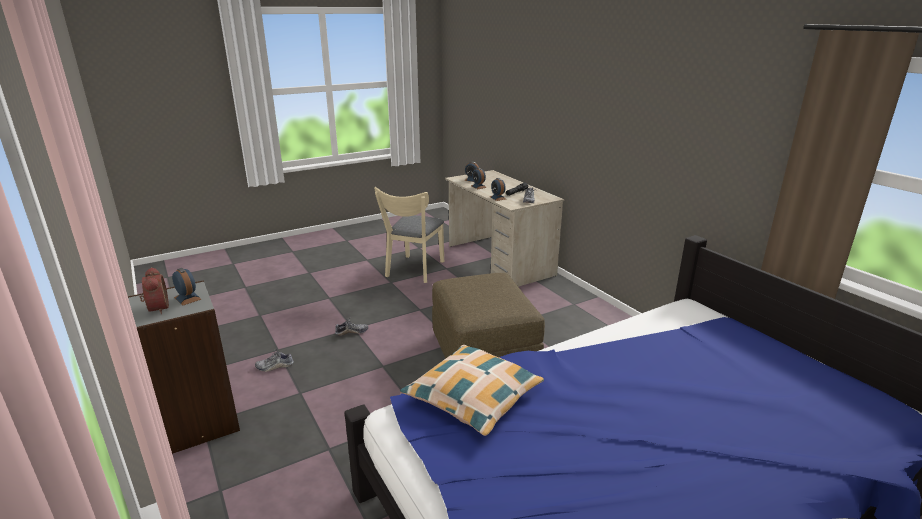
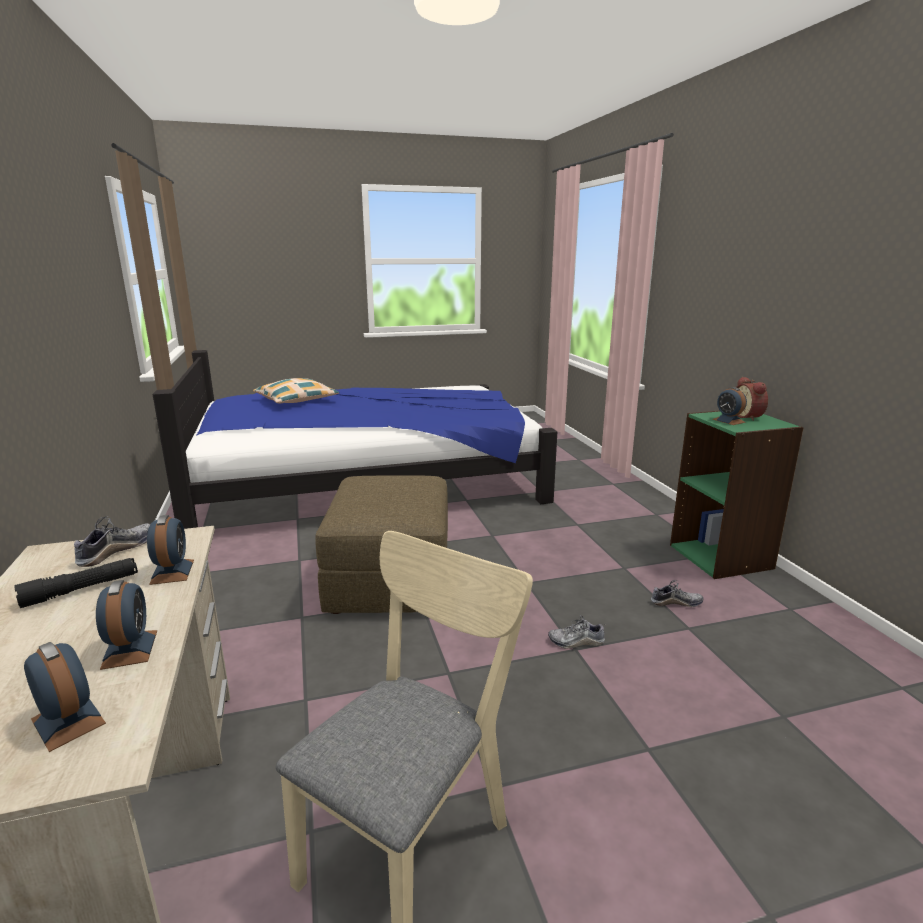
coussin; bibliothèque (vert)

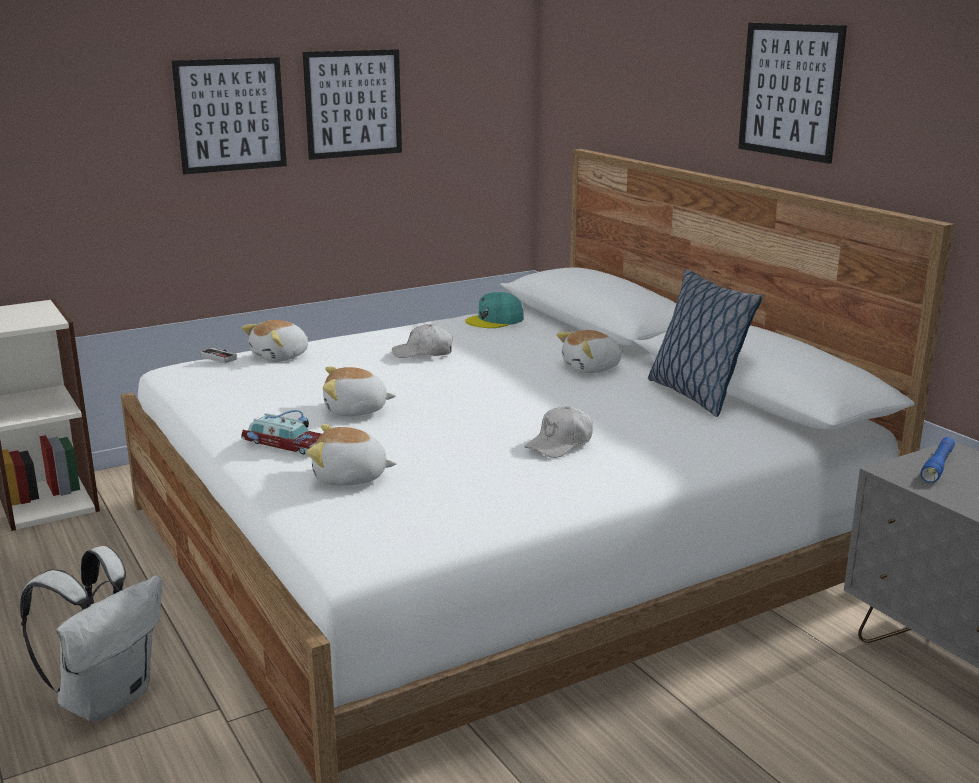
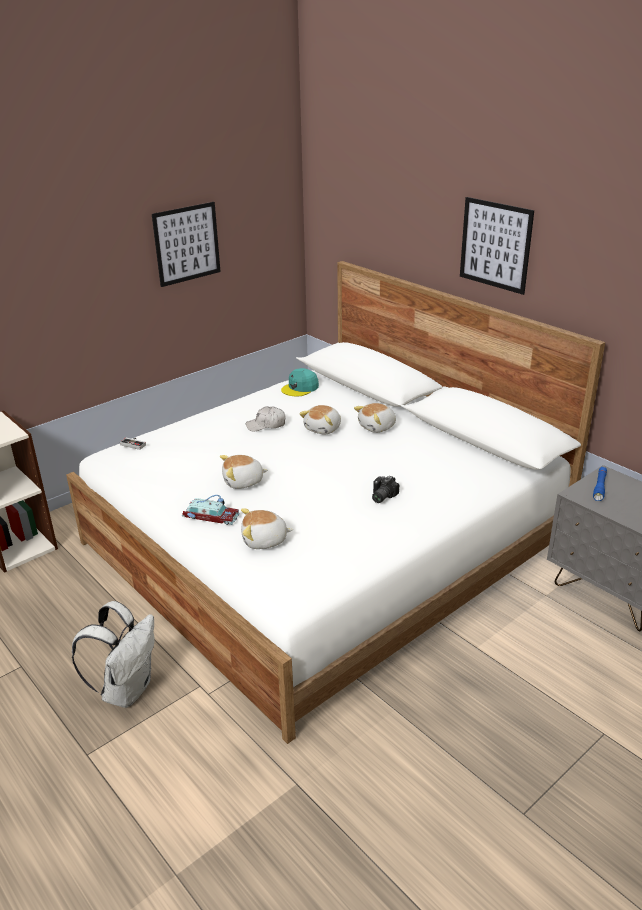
tableau (no. 1 from left in the first image); coussin; peluche (no. 3 from left); appareil photo

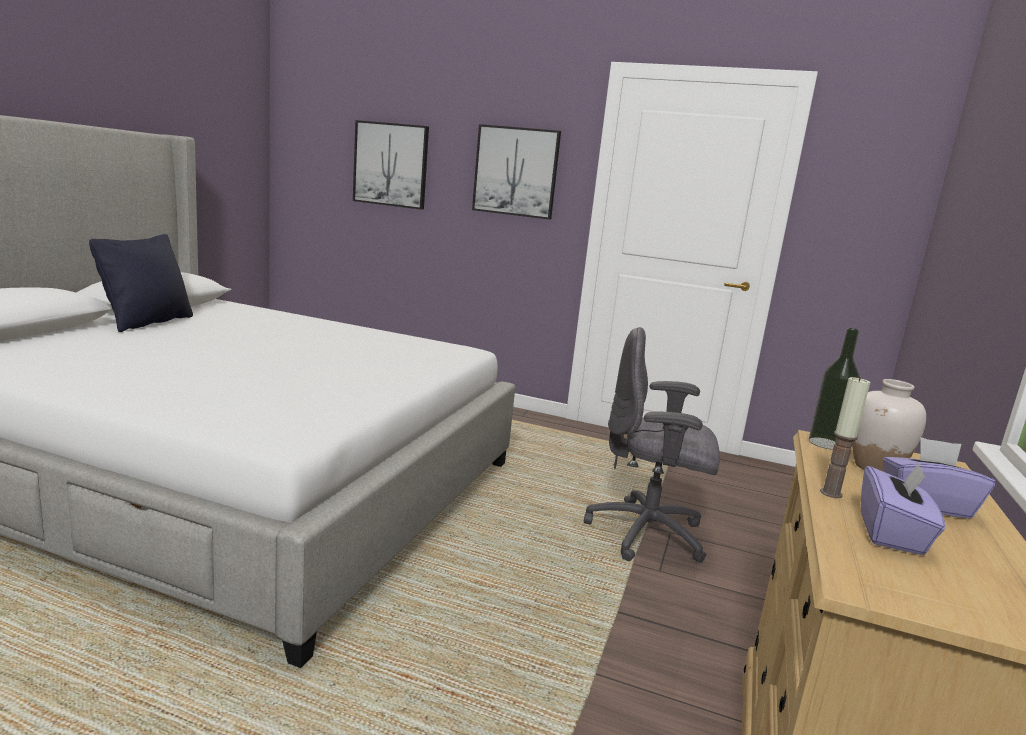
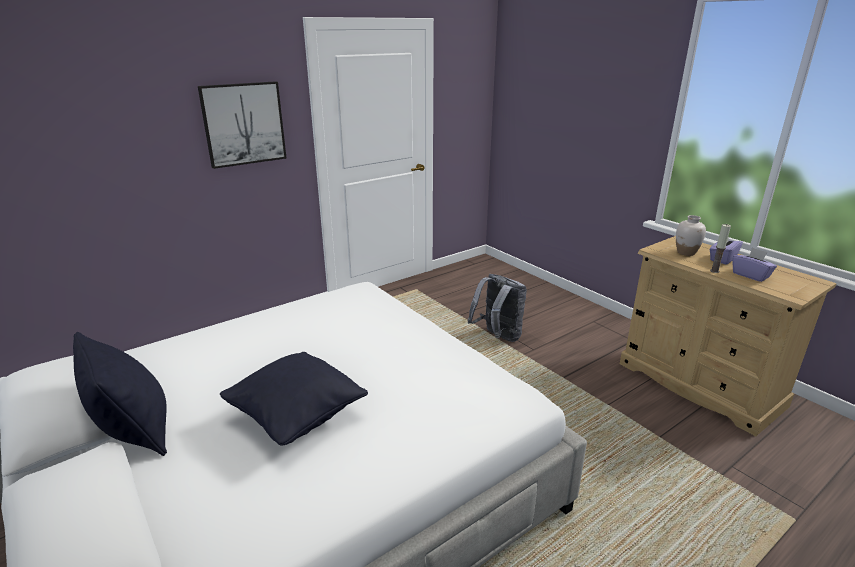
tableau (no. 1 from left in the first image); bouteille; coussin (noir) (no. 2 from left); sac à dos (gris)

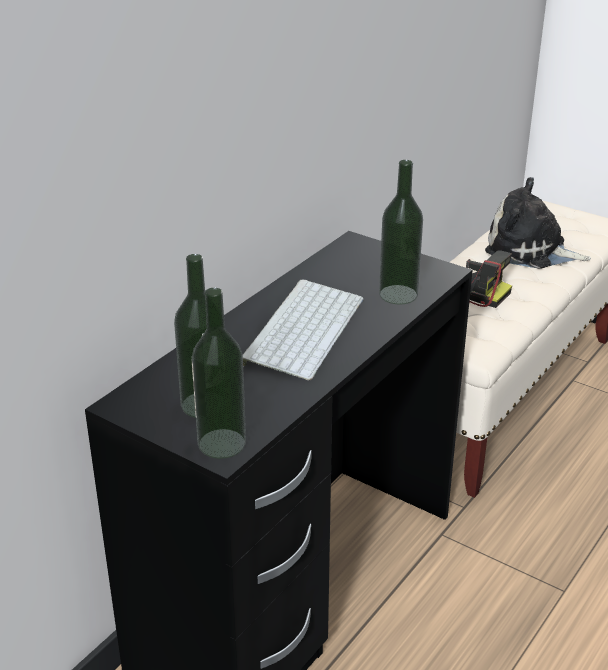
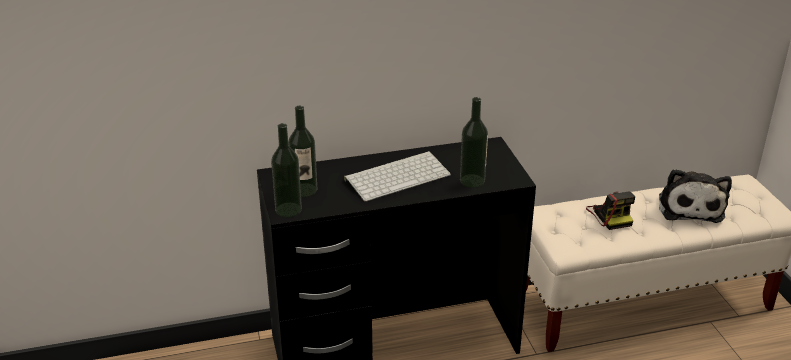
peluche

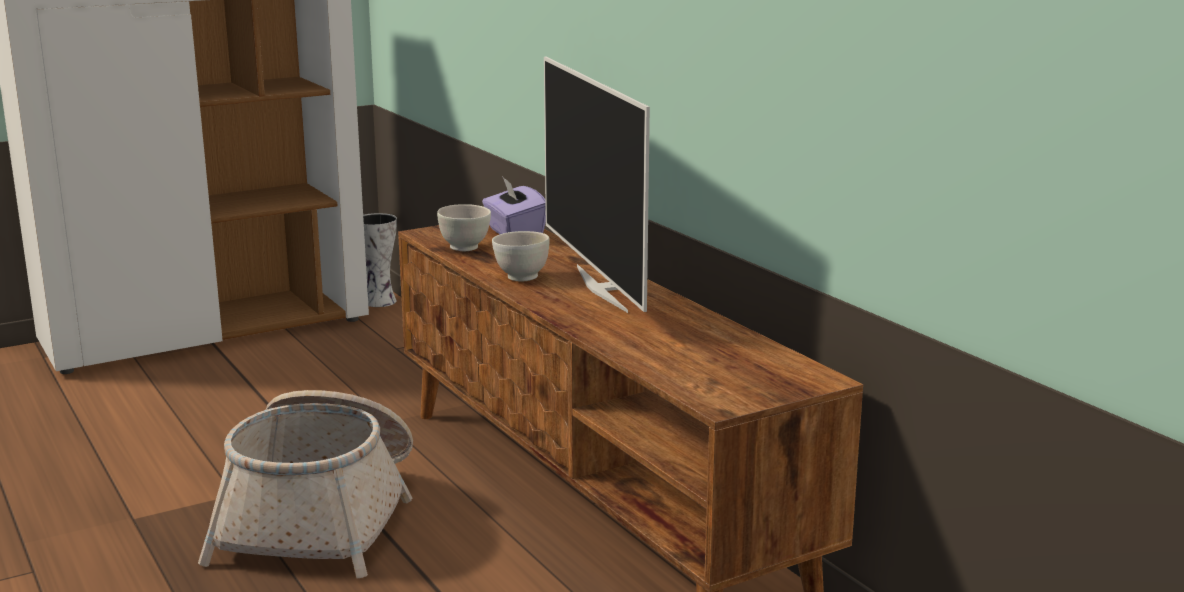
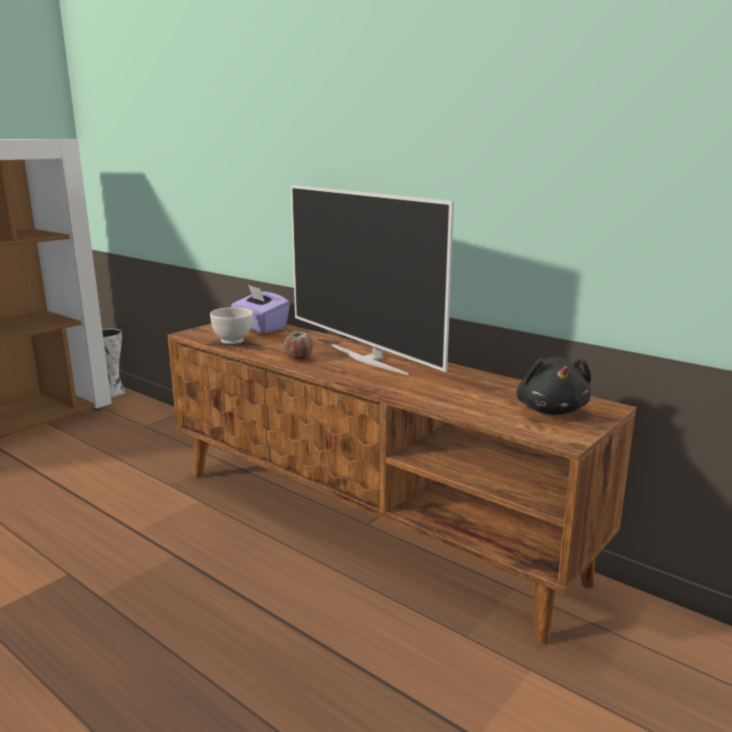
panier; peluche (noir); pomme

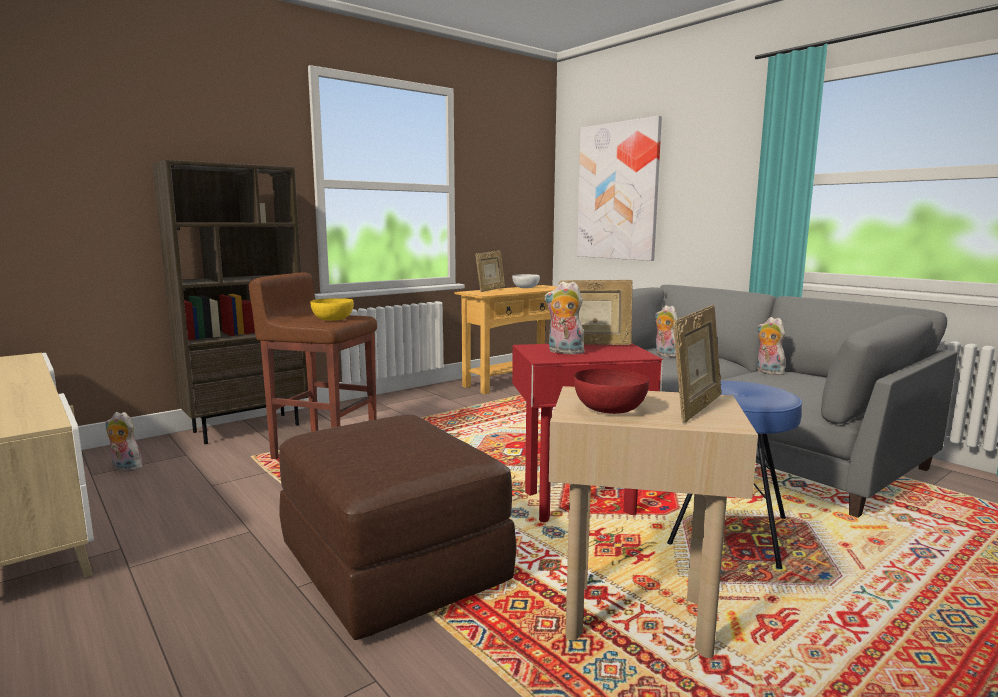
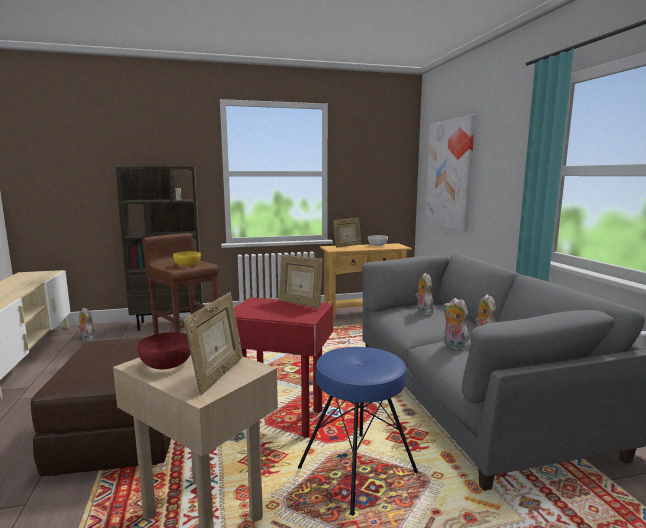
peluche (no. 3 from left); cadre photo (no. 1 from left)

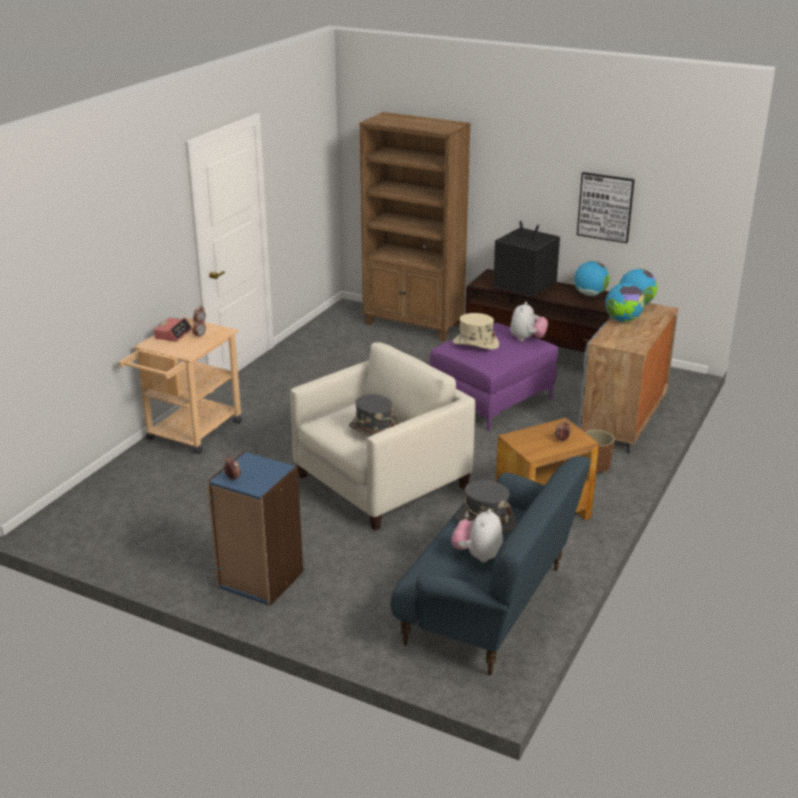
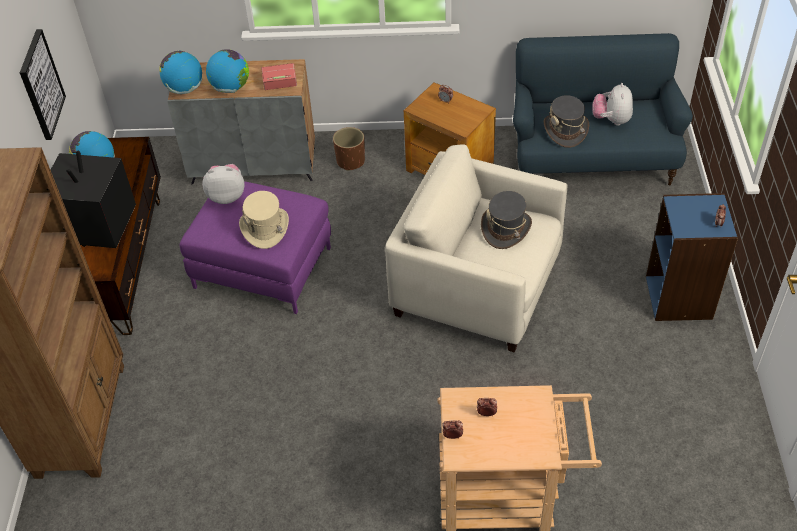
réveil (no. 1 from left); peluche (no. 2 from left)

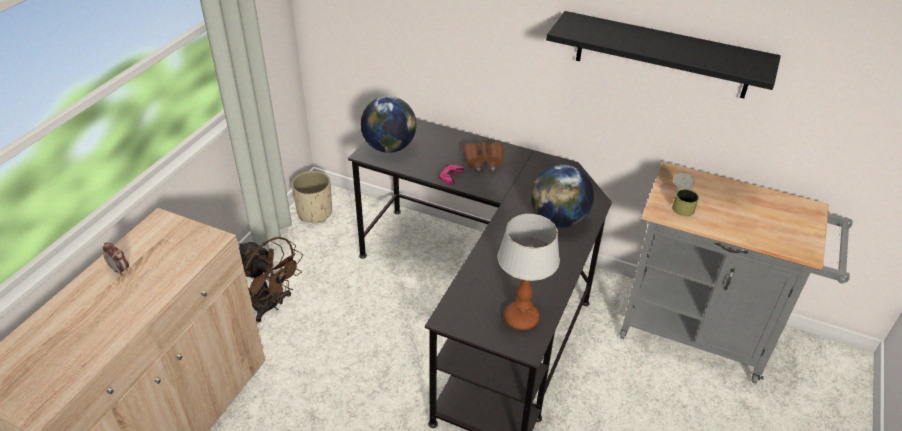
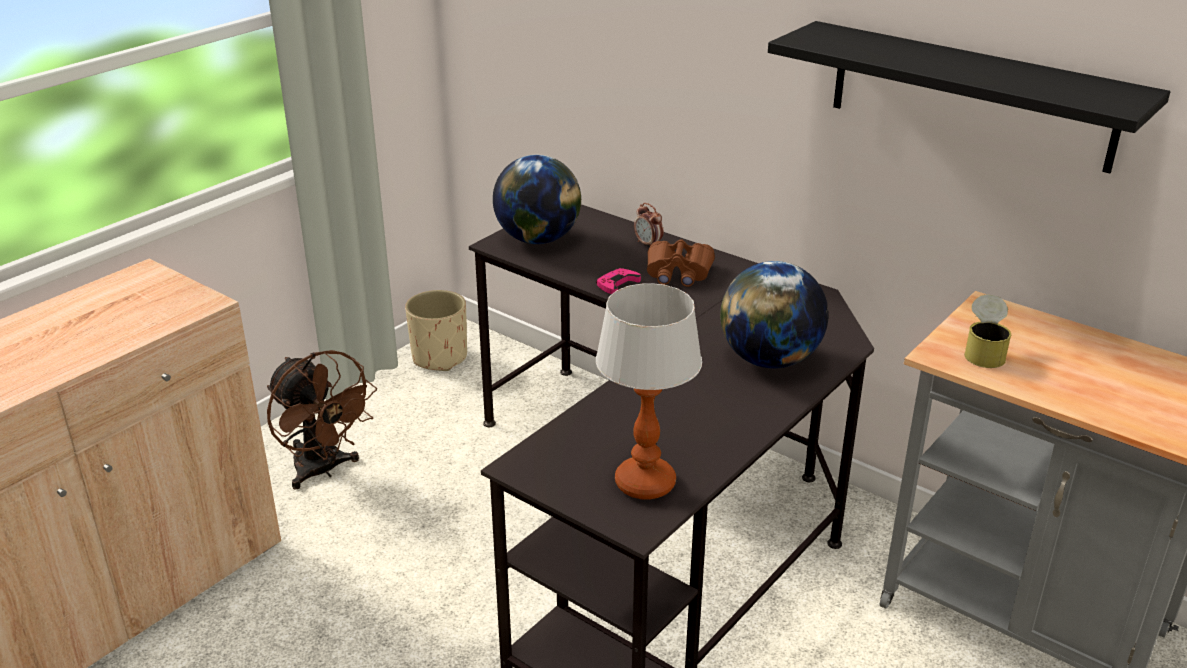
réveil

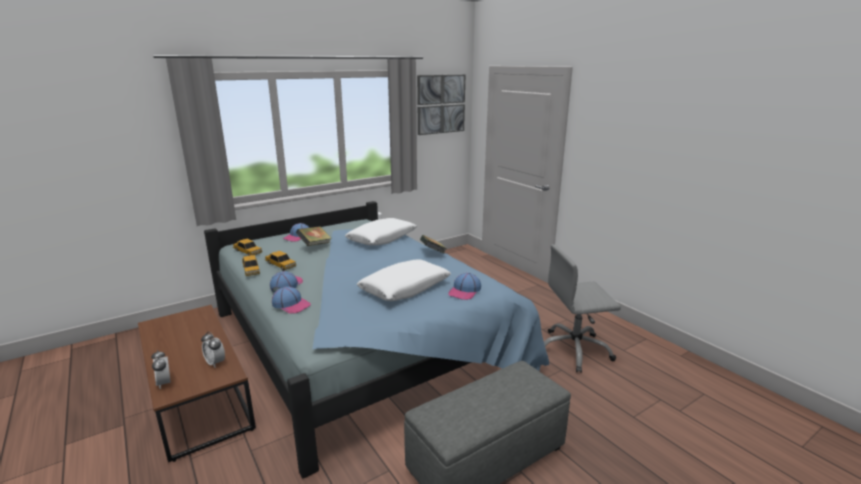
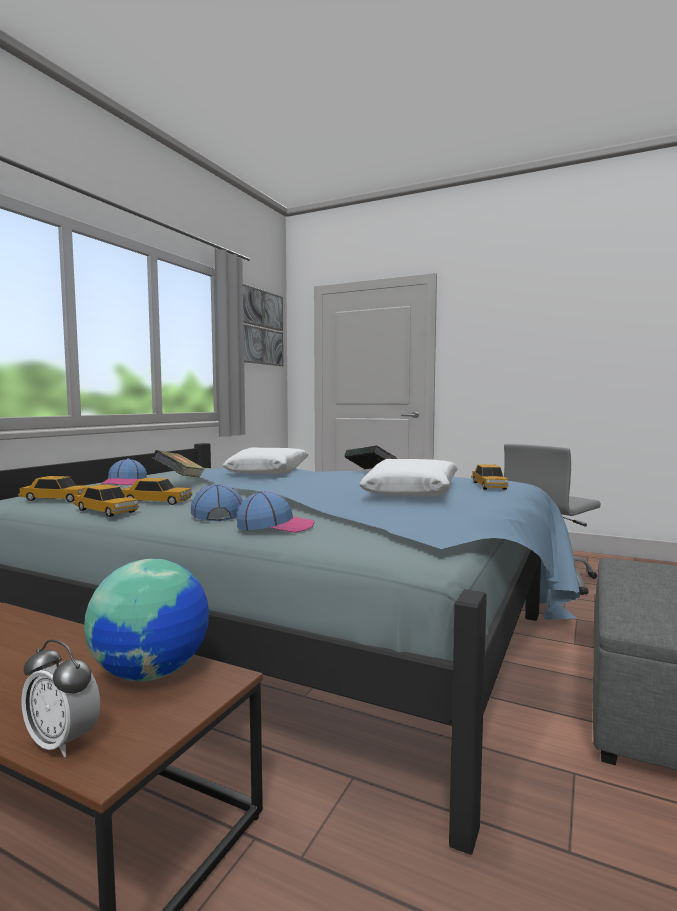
globe; petite voiture (no. 4 from left)

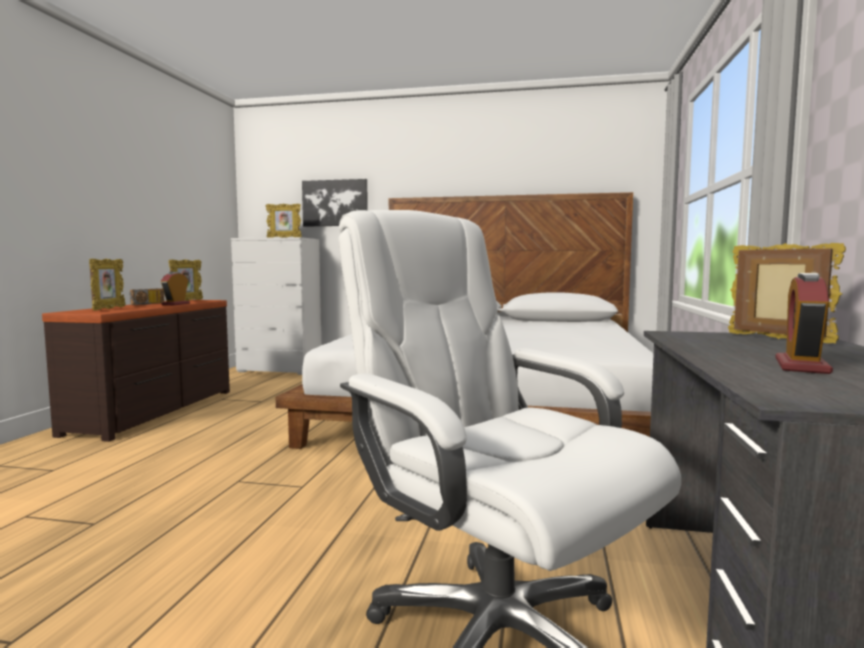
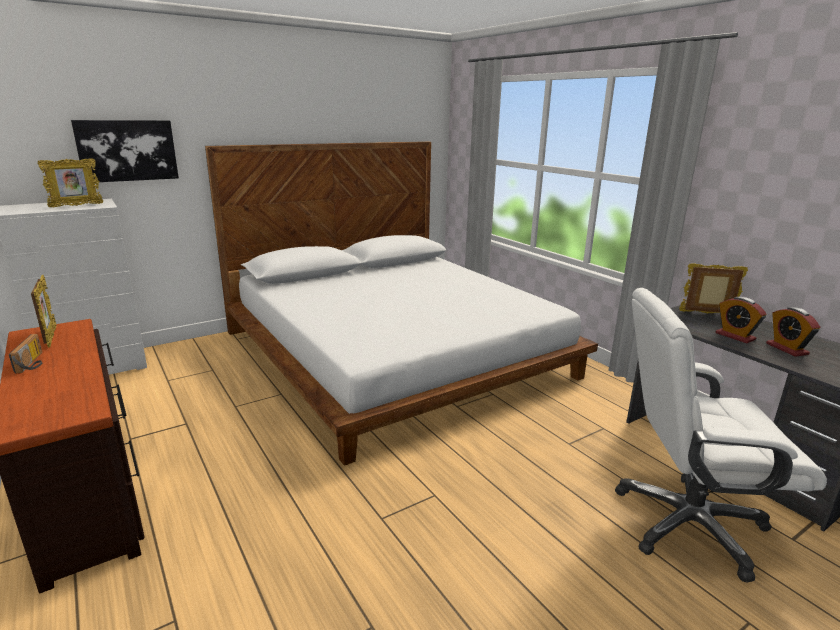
cadre photo (no. 1 from left in the first image); réveil (no. 1 from left)

